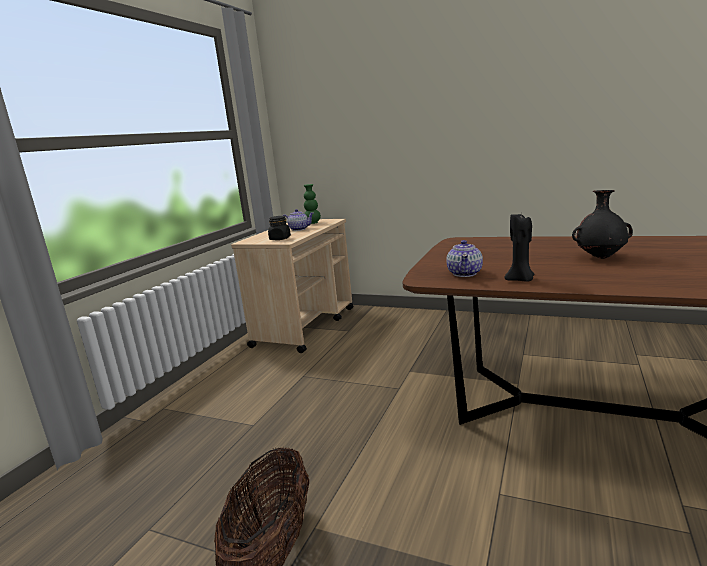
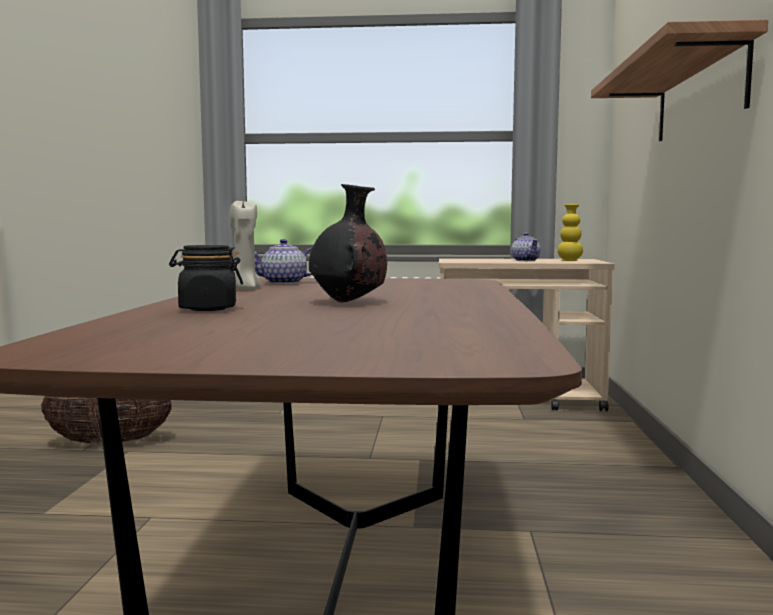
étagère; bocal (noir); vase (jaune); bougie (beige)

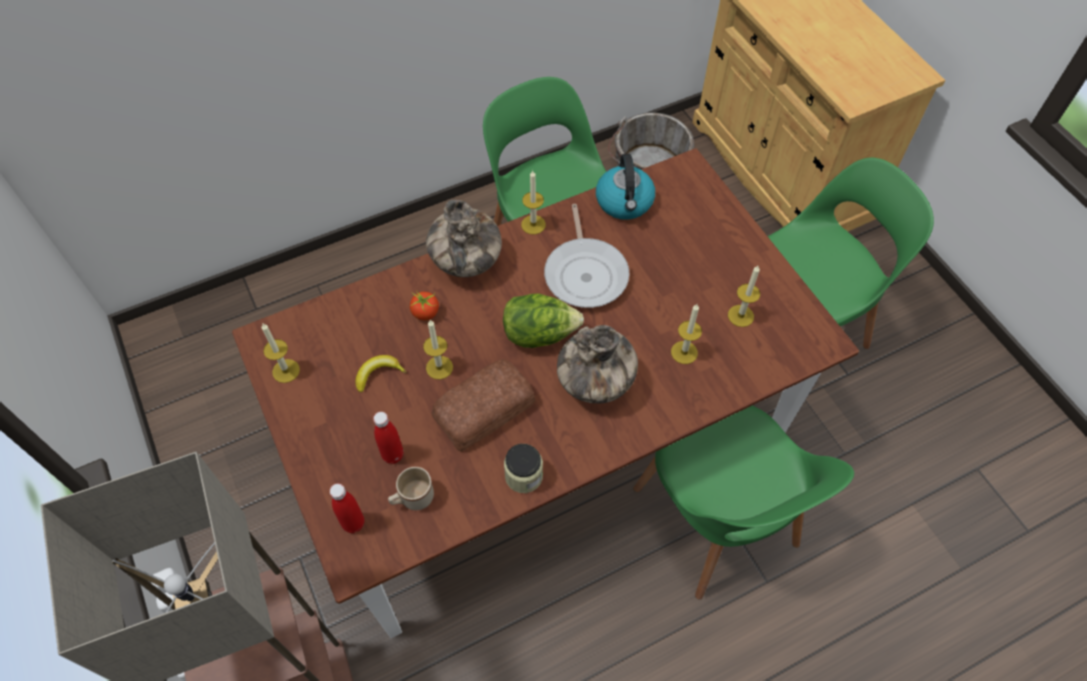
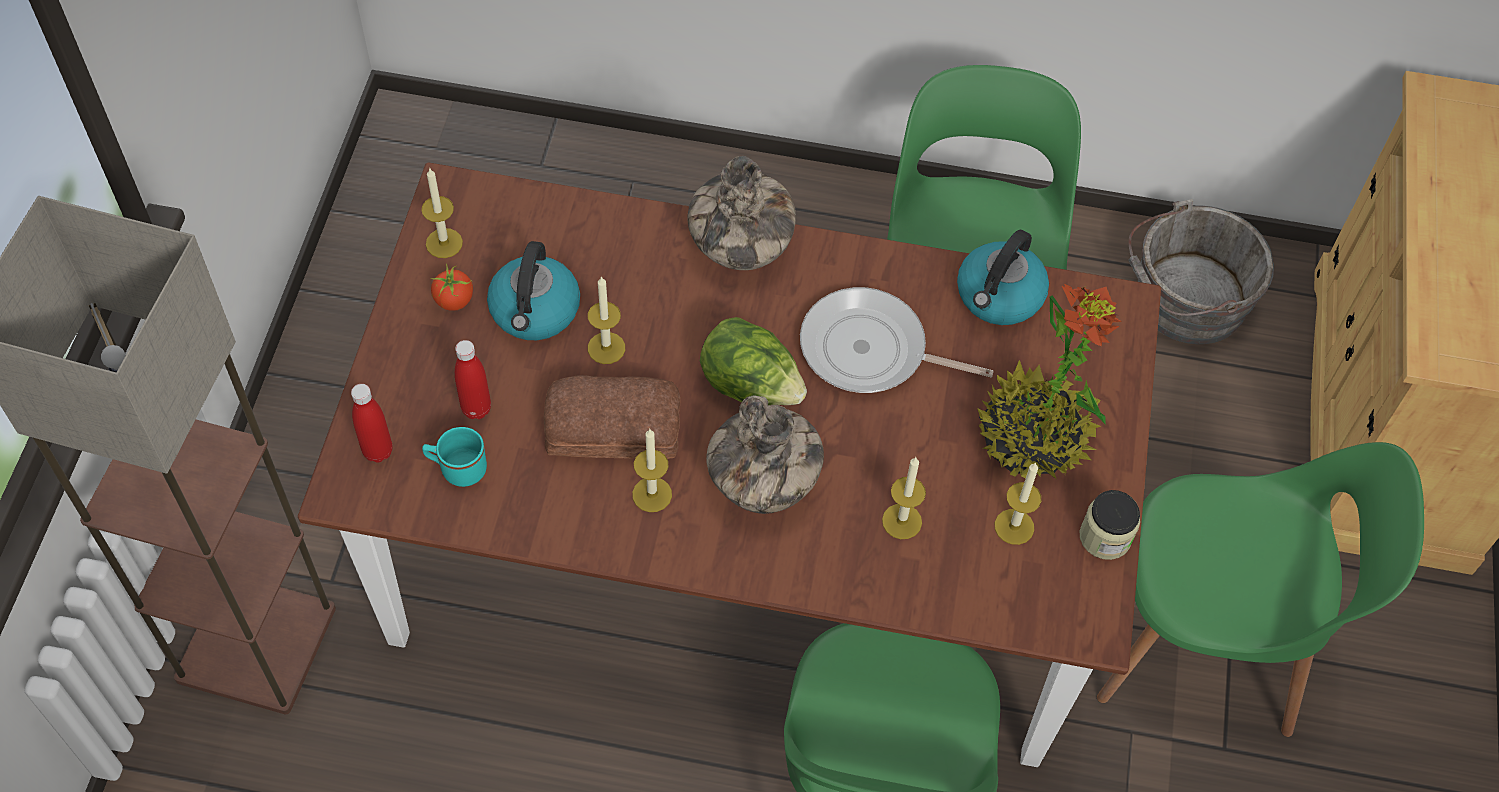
plante en pot; tomate; bocal; bougie (no. 3 from left); bouilloire (no. 1 from left); mug (turquoise); poêle

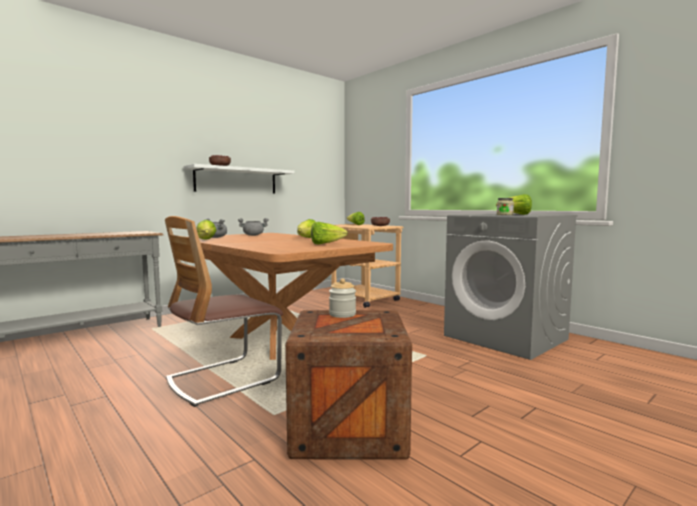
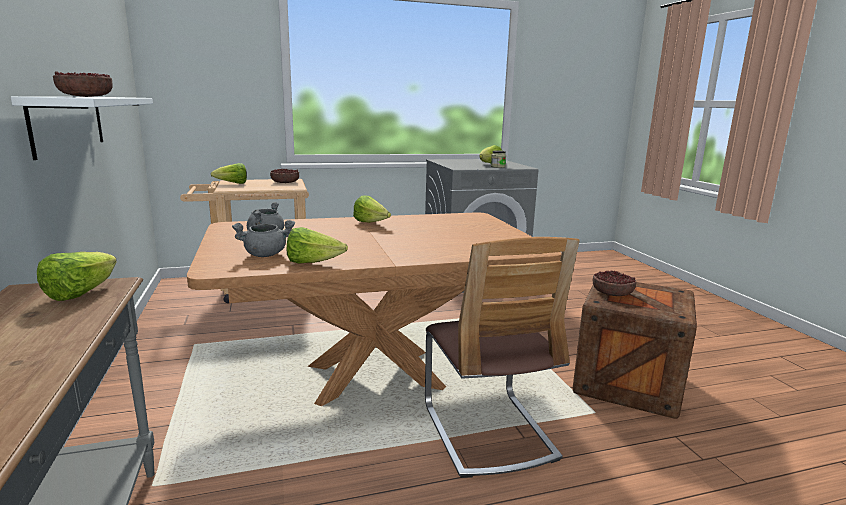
laitue (no. 1 from left); bol (no. 3 from left)

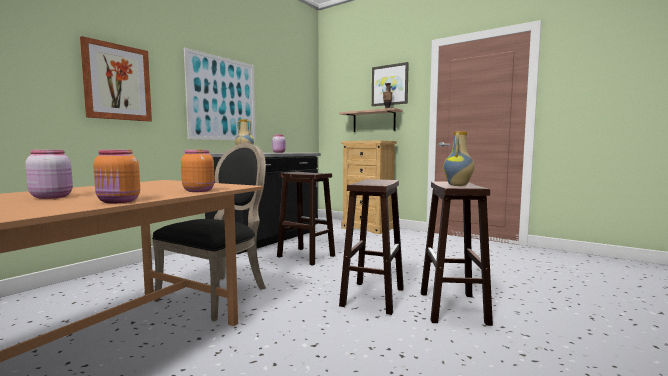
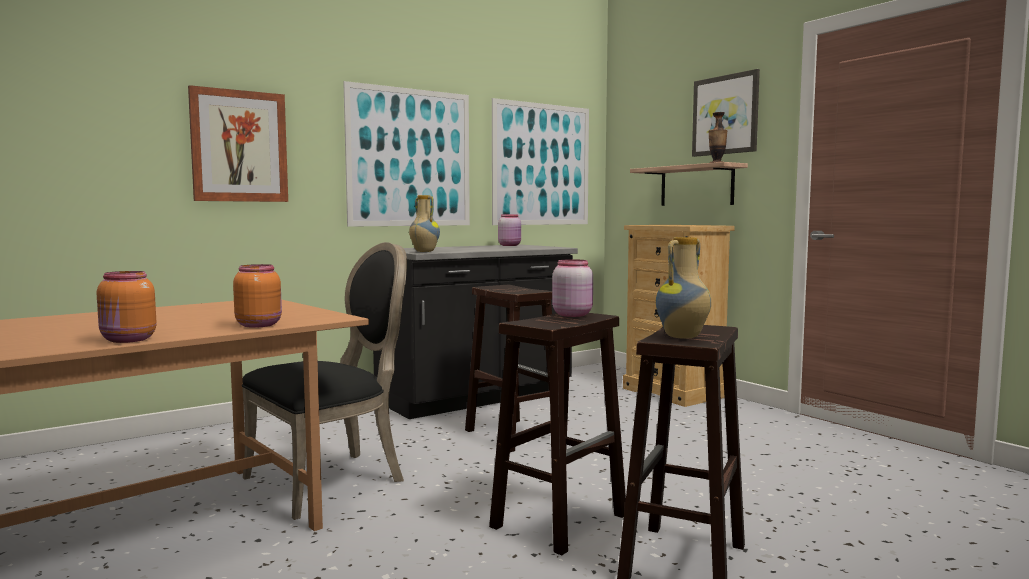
tableau (no. 3 from left); bocal (rose) (no. 2 from left)

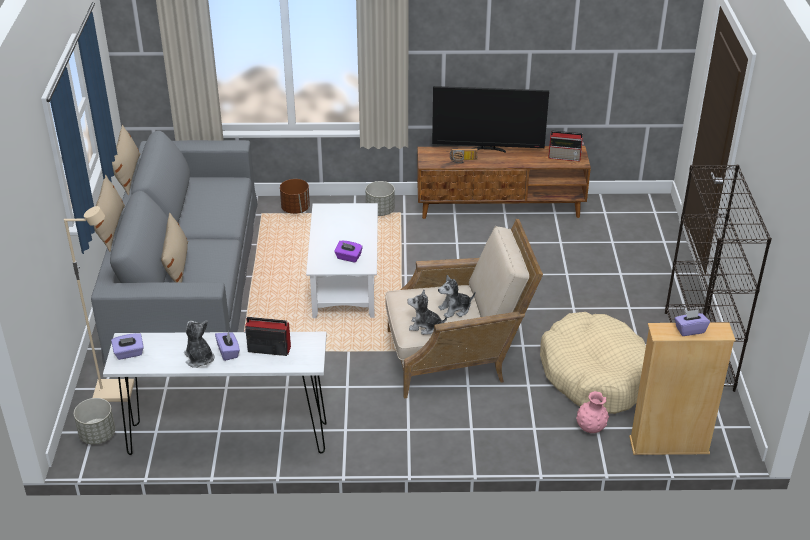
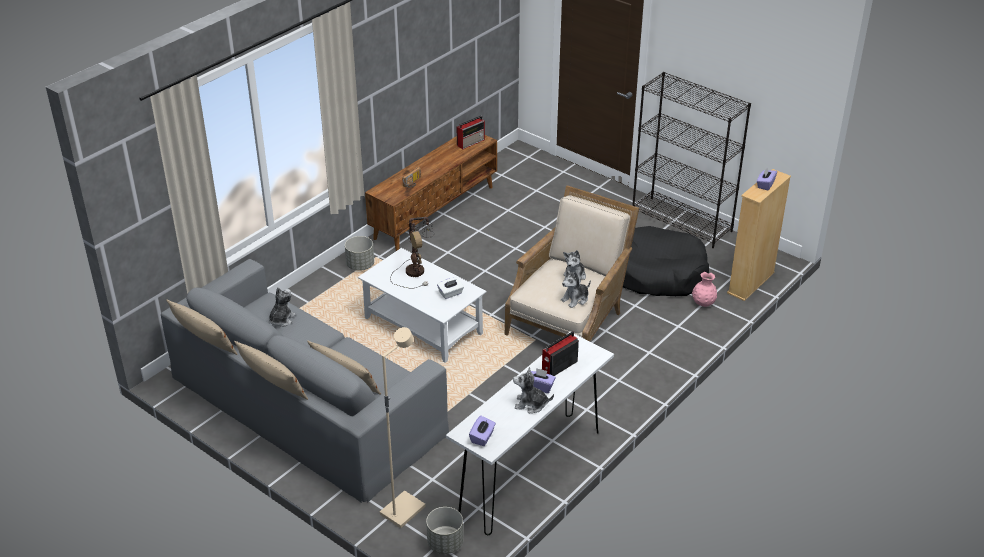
cache-pot (marron); téléviseur; peluche (no. 1 from left); lampe de table; boîte à mouchoirs (blanc); panier pour chien (noir)

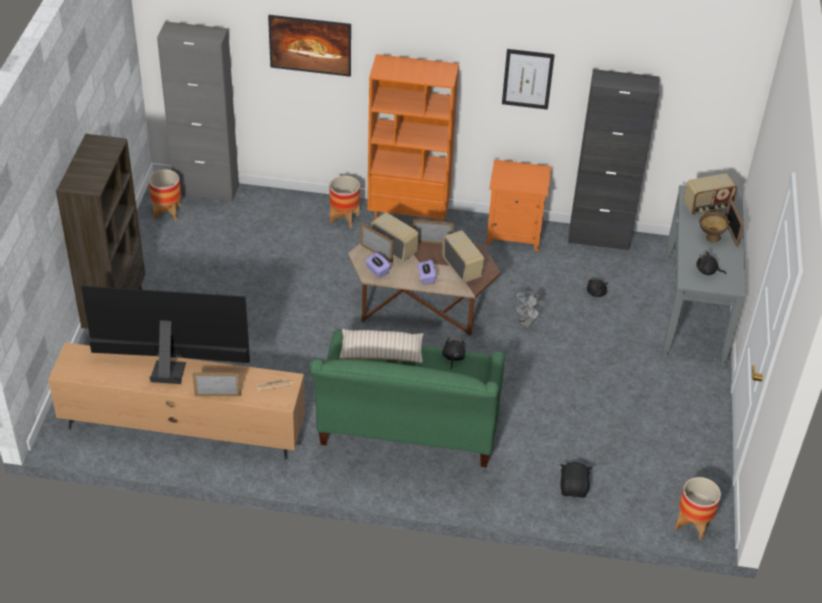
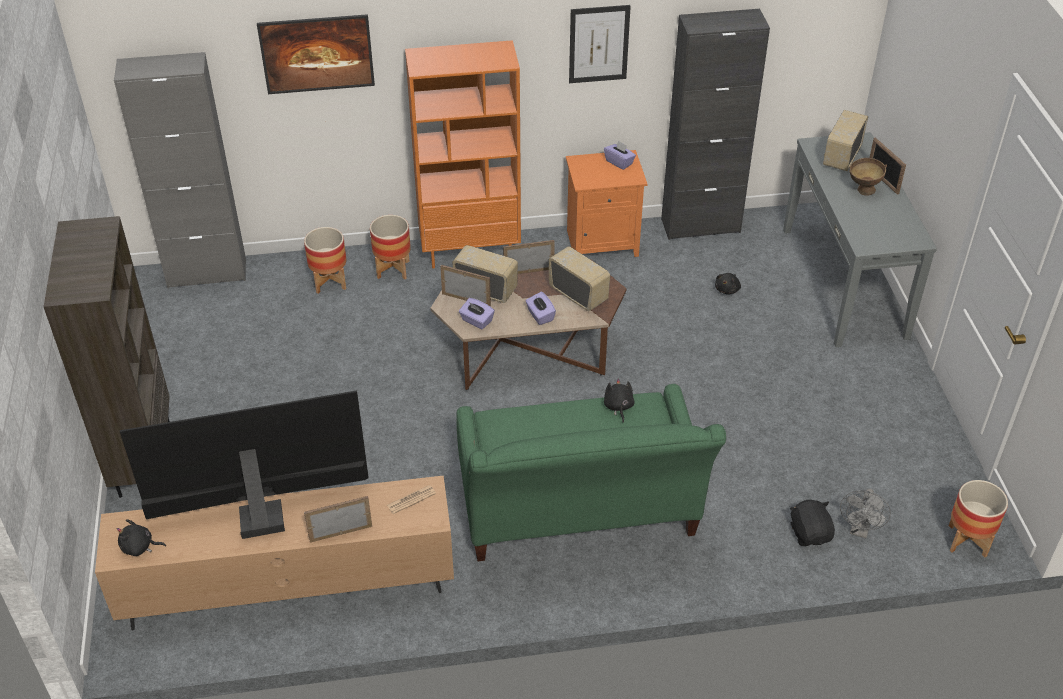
coussin (beige); boîte à mouchoirs (violet) (no. 3 from left); cache-pot (no. 1 from left); ventilateur (gris); peluche (noir) (no. 1 from left); radio (no. 3 from left)

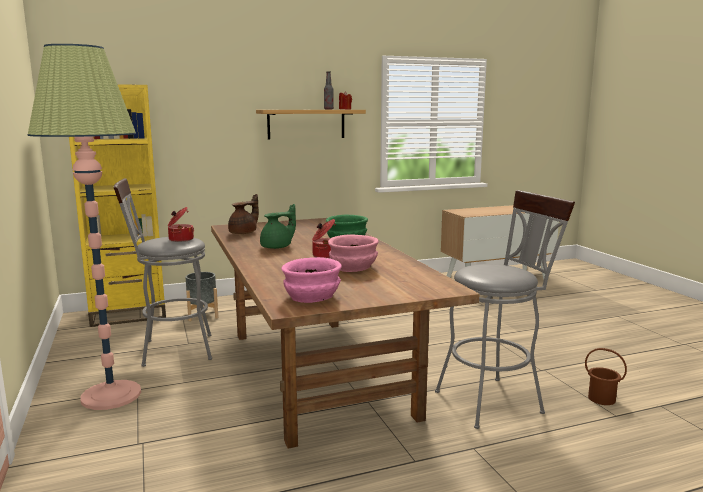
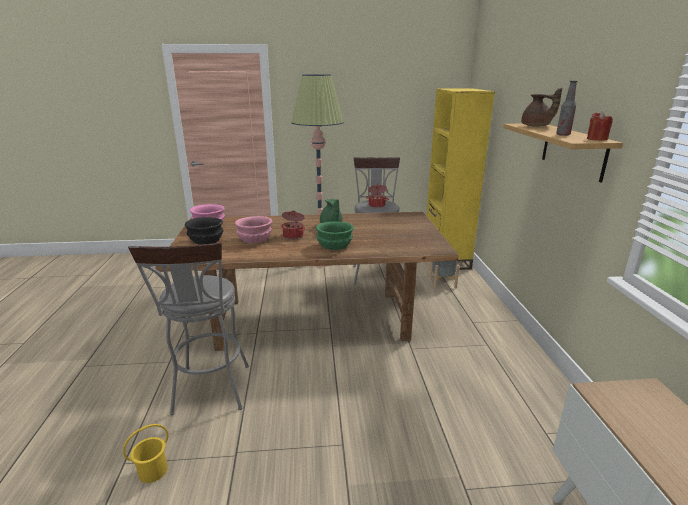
bol (noir); théière (marron); seau (jaune)

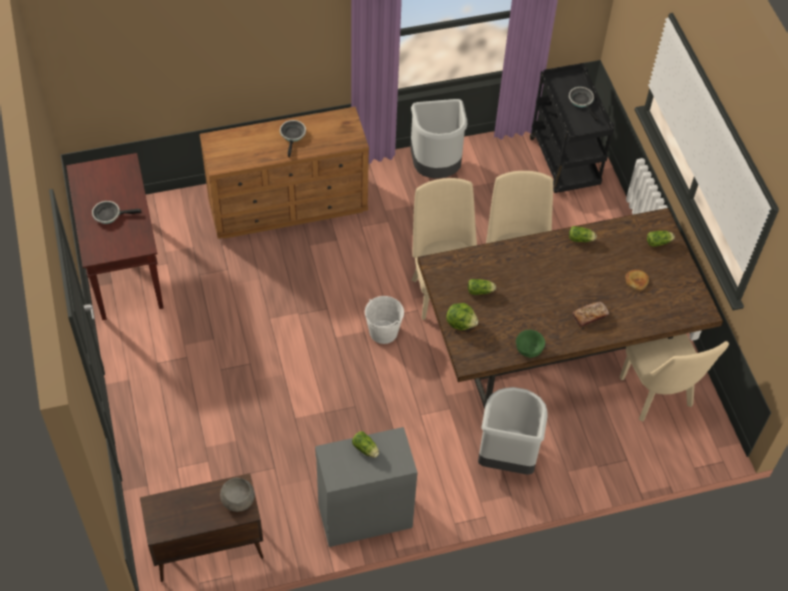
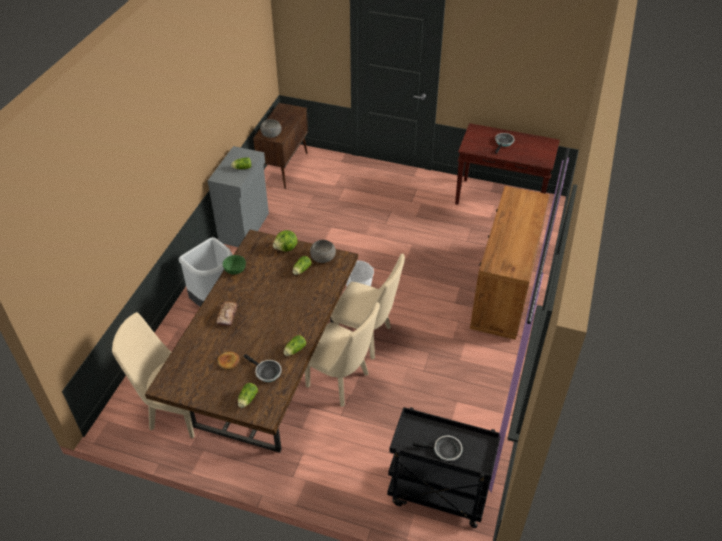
poubelle (gris) (no. 1 from left in the first image); bol (gris) (no. 2 from left); poêle (no. 1 from left)

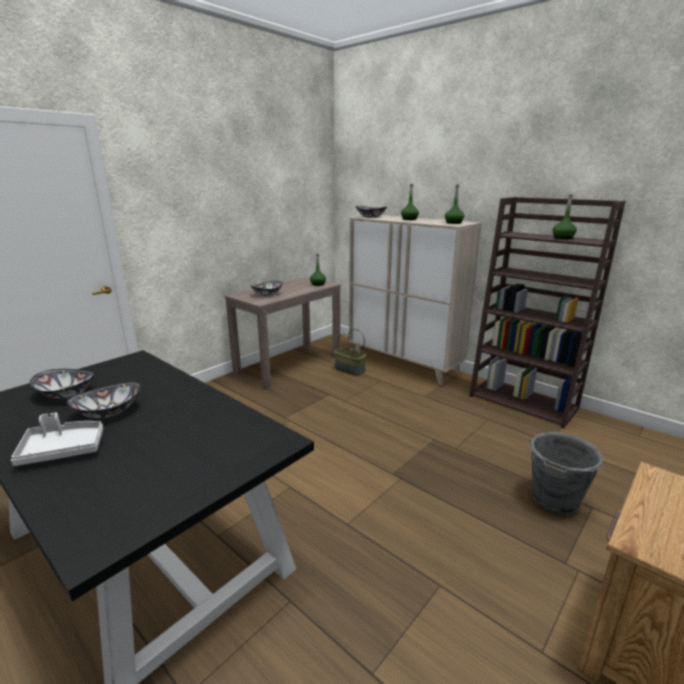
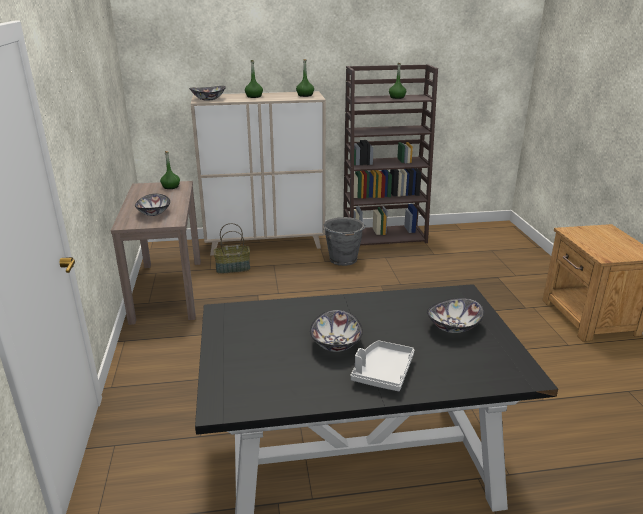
bol (no. 4 from left); seau (gris)

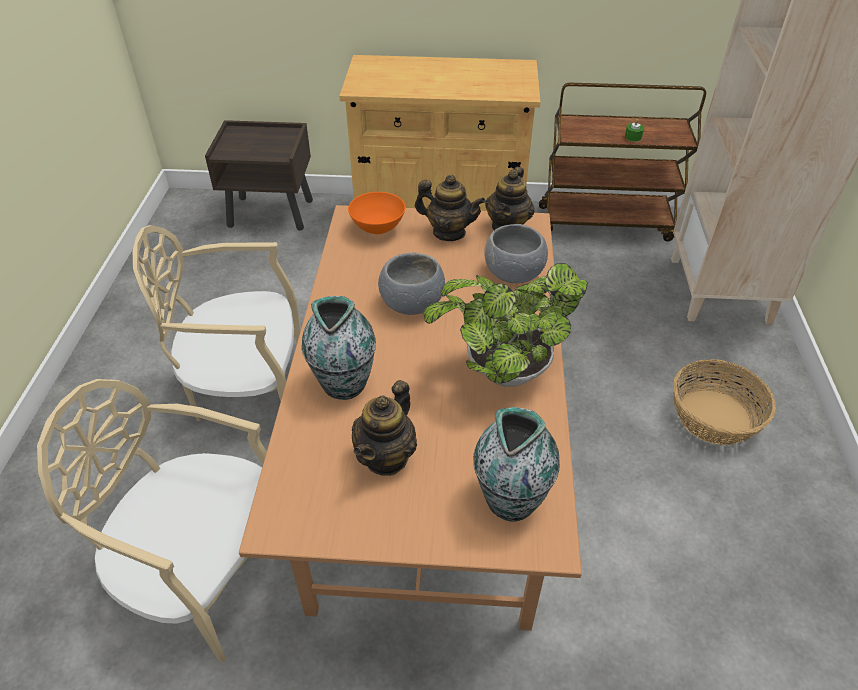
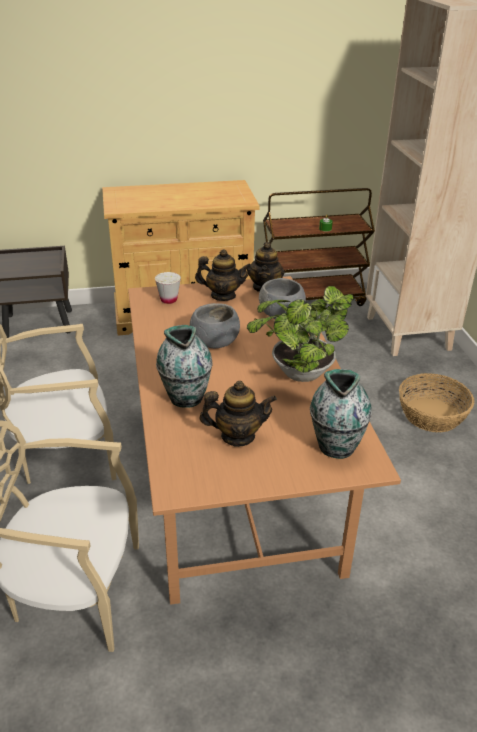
tasse (blanc); théière (no. 2 from left)

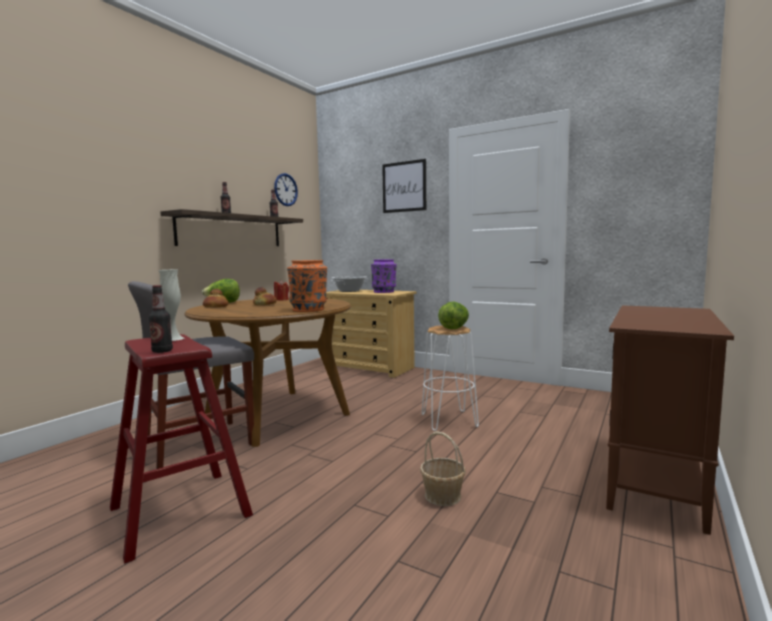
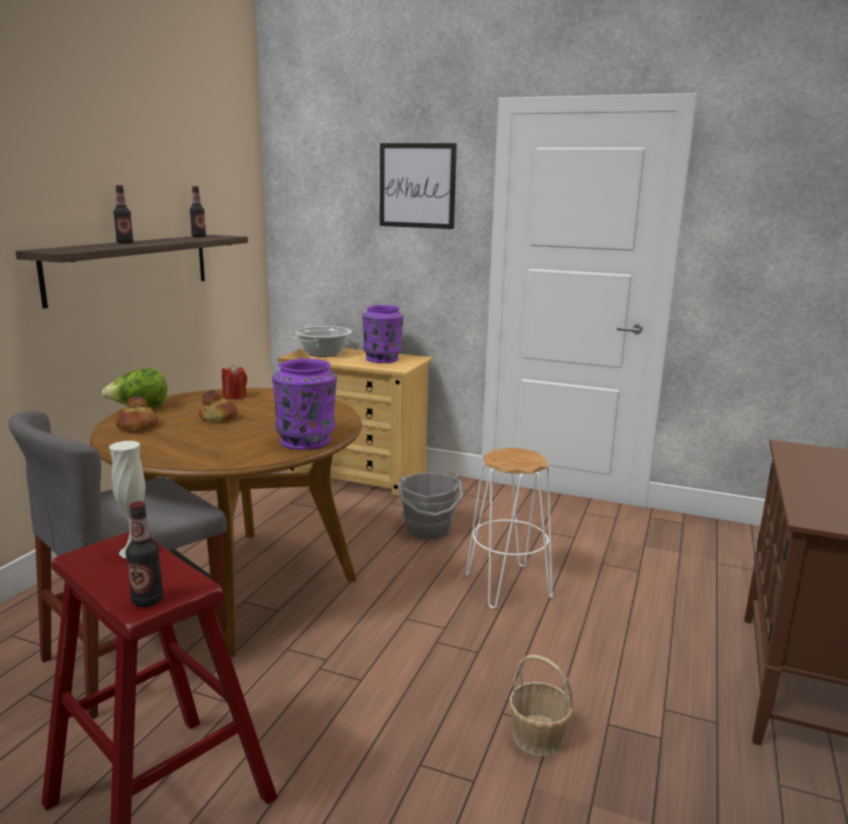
horloge murale; laitue (no. 2 from left in the first image); seau (gris); vase (violet) (no. 1 from left)

